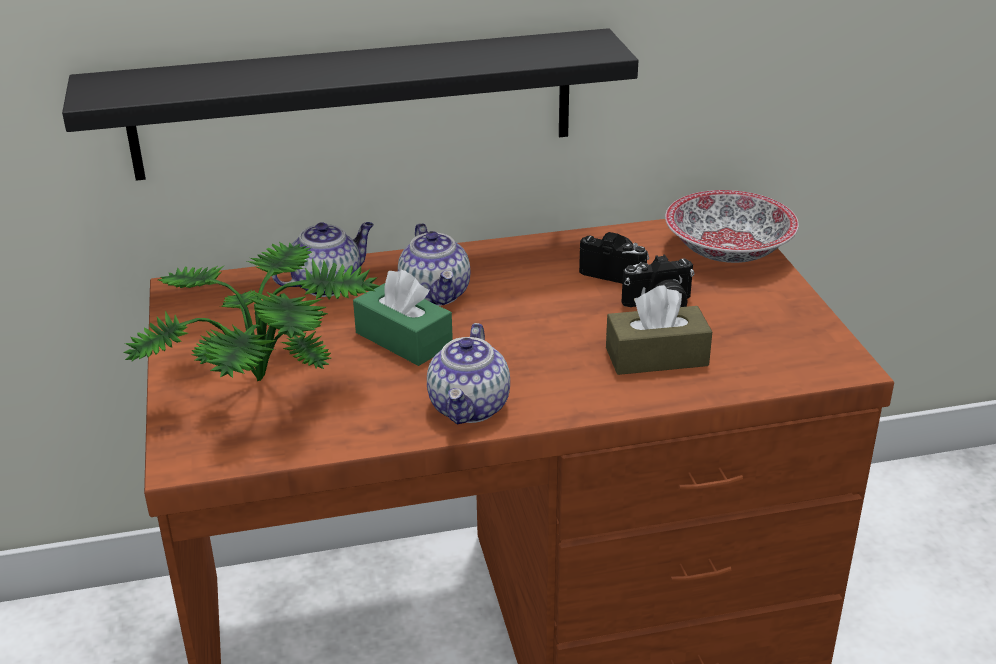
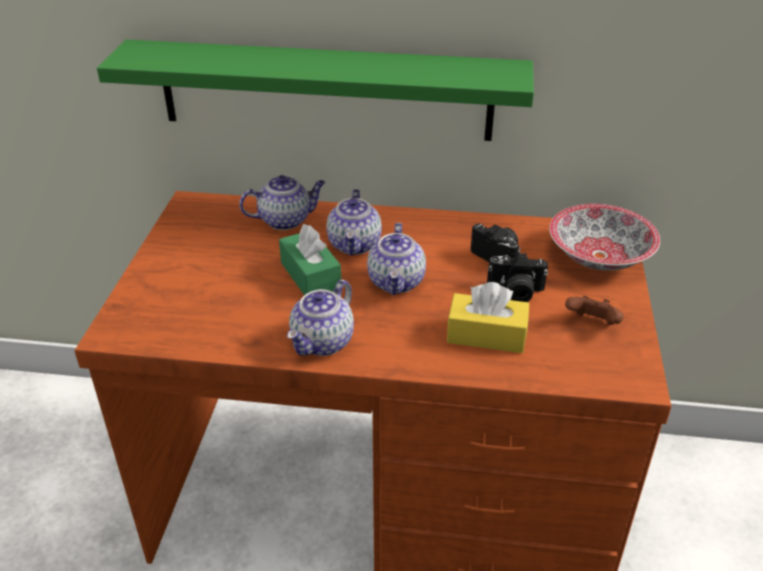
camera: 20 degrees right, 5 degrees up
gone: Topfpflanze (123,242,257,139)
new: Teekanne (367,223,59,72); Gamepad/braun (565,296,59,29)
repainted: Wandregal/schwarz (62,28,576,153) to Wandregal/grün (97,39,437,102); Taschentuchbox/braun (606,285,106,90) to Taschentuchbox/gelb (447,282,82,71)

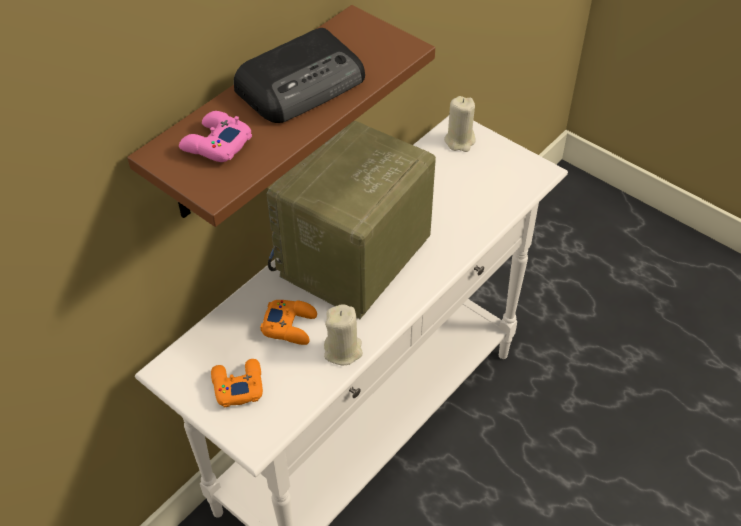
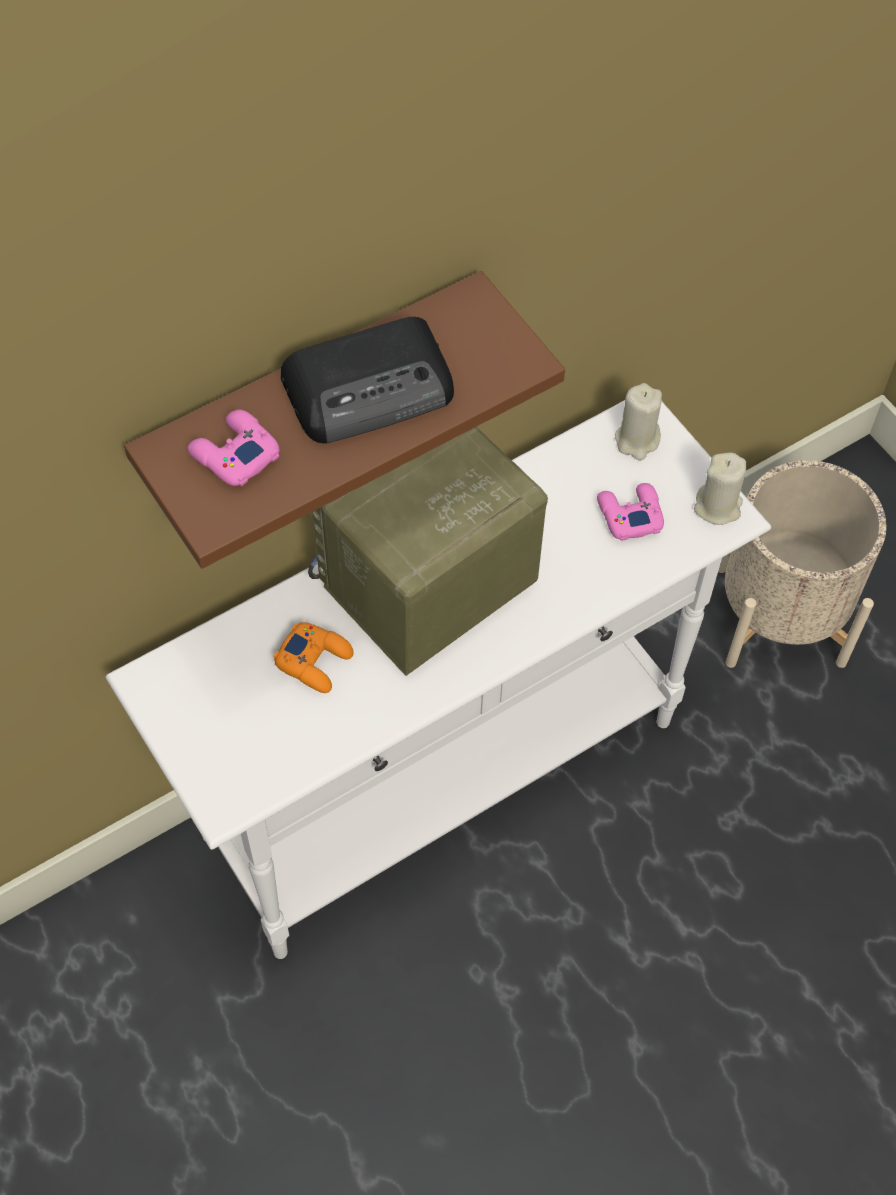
camera: 15 degrees right, 10 degrees up
gone: Gamepad/orange (211,359,52,48)
new: Gamepad/rosa (597,483,67,58); Pflanzkübel/beige (718,460,168,208)
shifted: Kerze/beige (324,304,39,61) to (694,453,52,72)

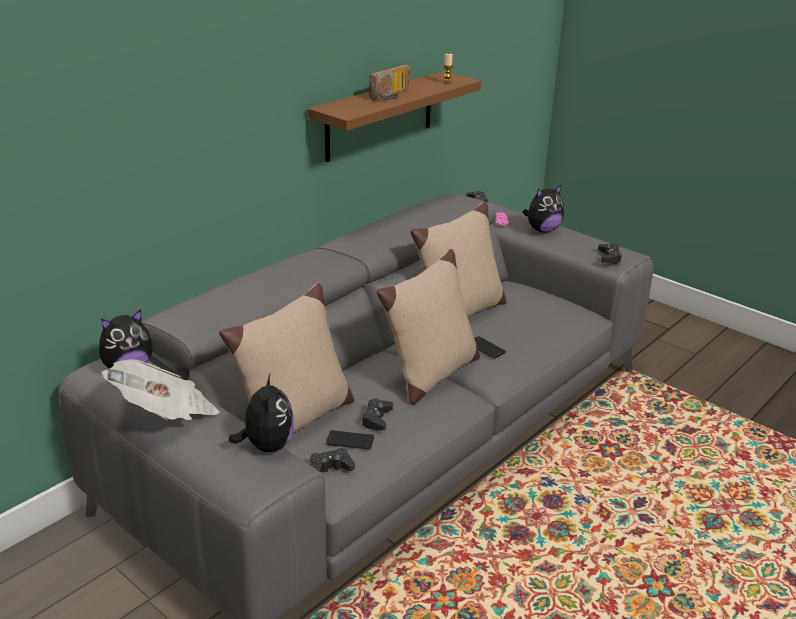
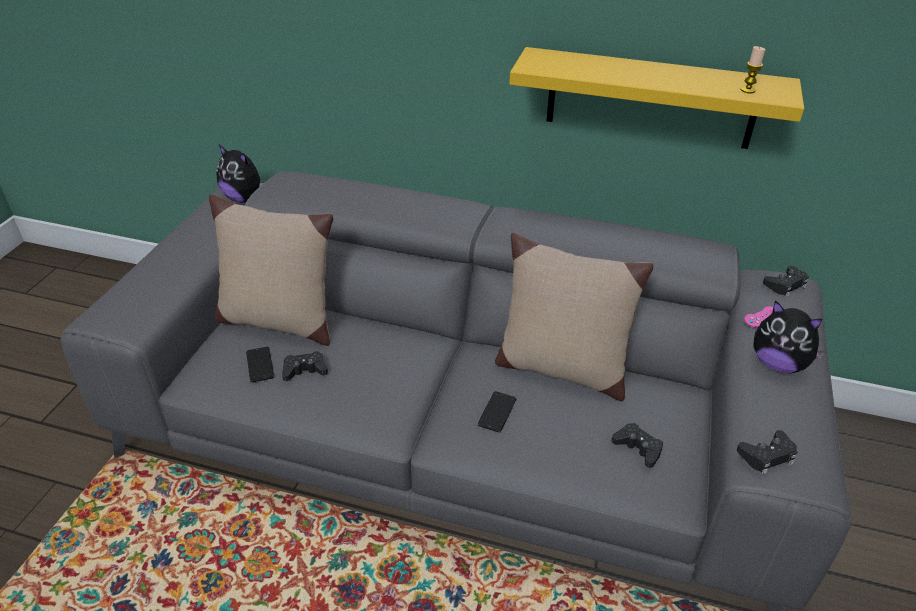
camera: 65 degrees right, 10 degrees up
gone: Zeitung (102,359,118,61); Plüschtier (229,372,66,80); Radio (369,64,41,36); Kissen/beige (376,249,104,156)
shifted: Gamepad/schwarz (310,448,45,25) to (611,423,52,45)
repainted: Wandregal/braun (308,71,173,91) to Wandregal/gelb (509,47,295,102)

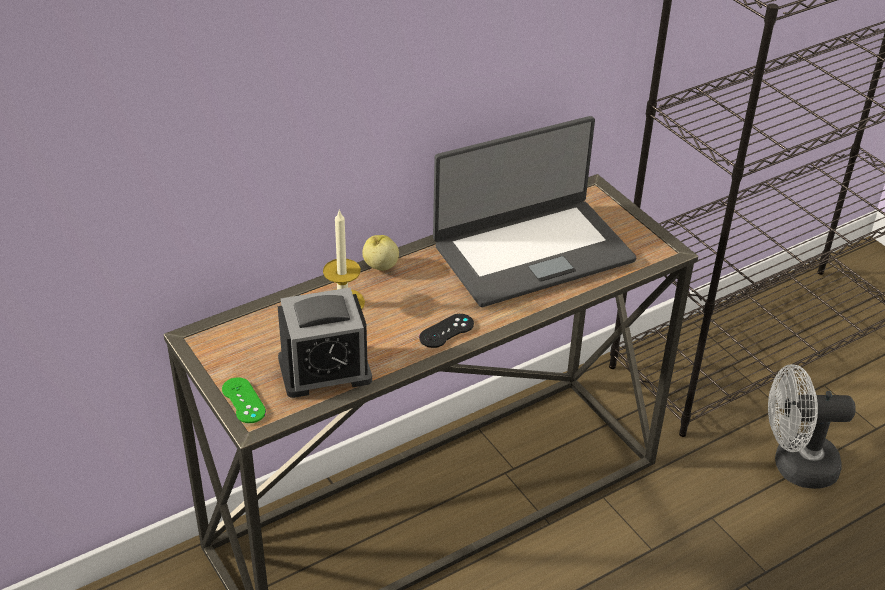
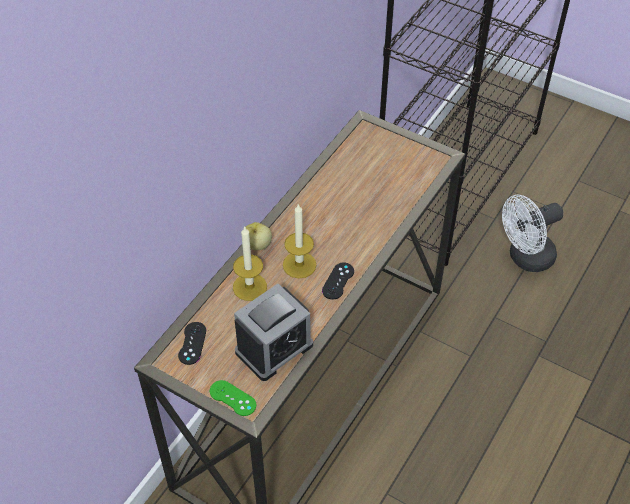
camera: 25 degrees left, 10 degrees up
gone: Laptop (433,116,203,191)
new: Gamepad/schwarz (178,322,28,43); Kerze (283,203,34,75)

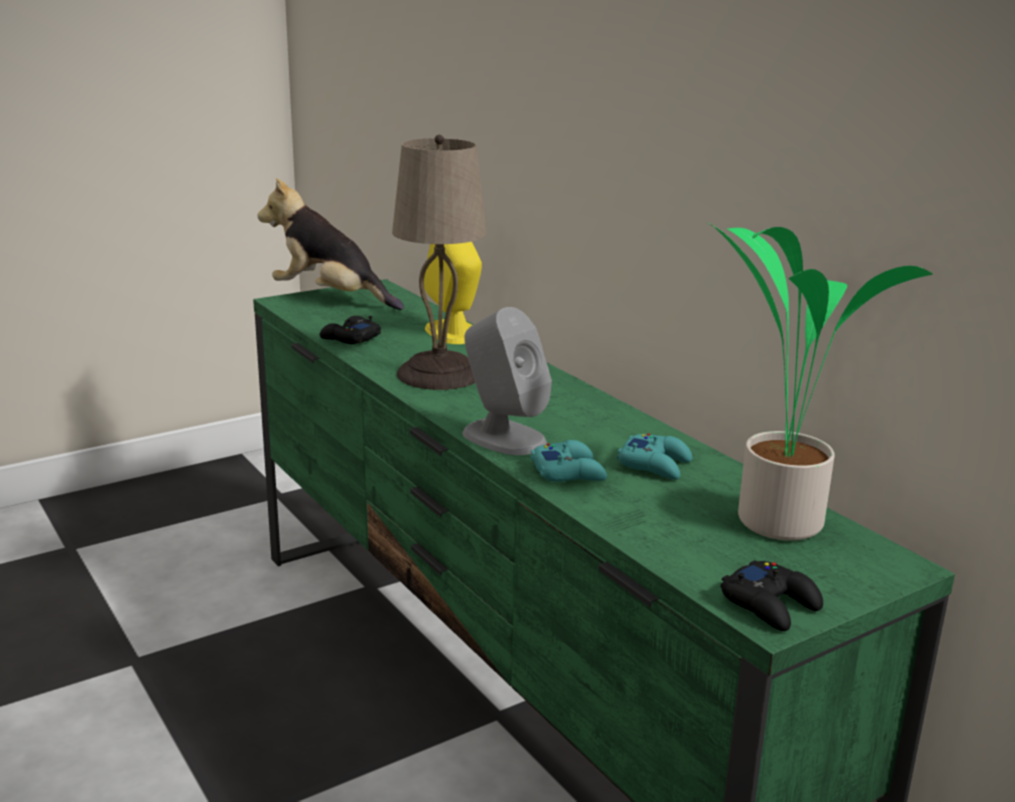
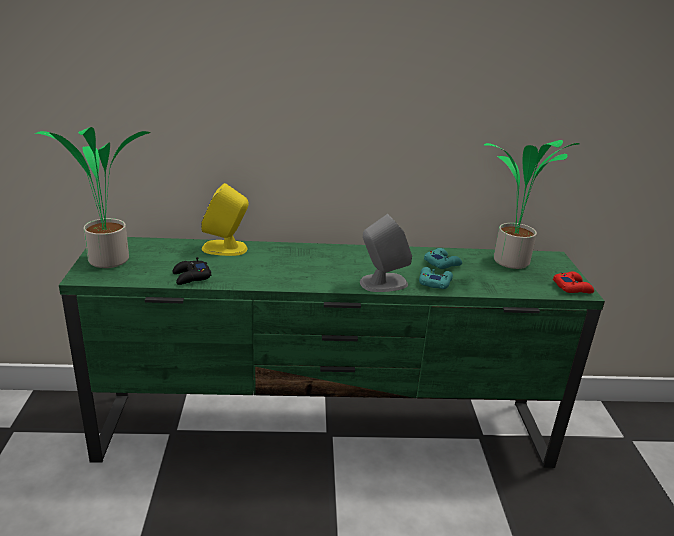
camera: 60 degrees left, 5 degrees up
gone: Tischlampe/beige (392,135,95,255)
swapped: Plüschtier (258,178,146,132) to Topfpflanze (35,127,116,141)
repainted: Gamepad/schwarz (721,560,102,71) to Gamepad/rot (553,272,41,21)

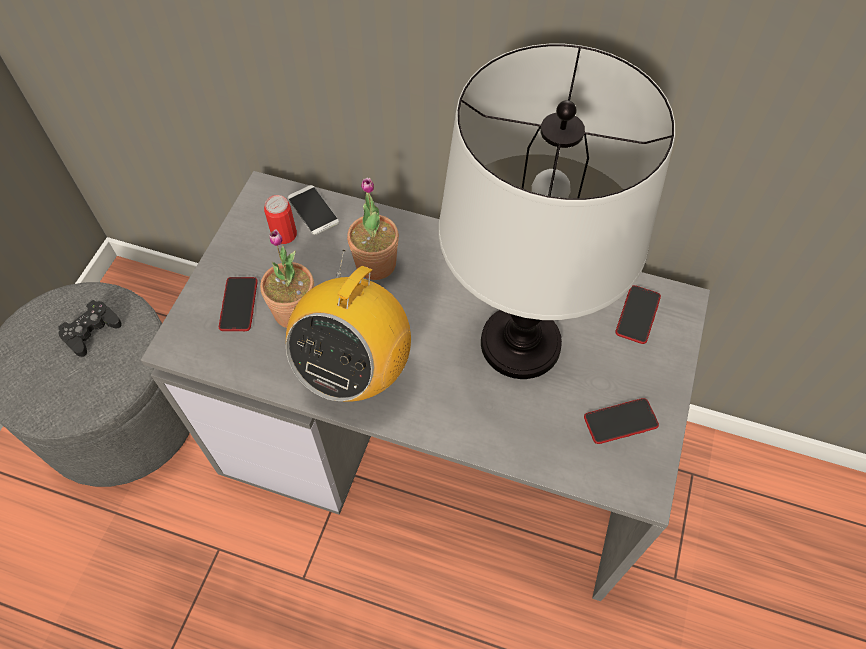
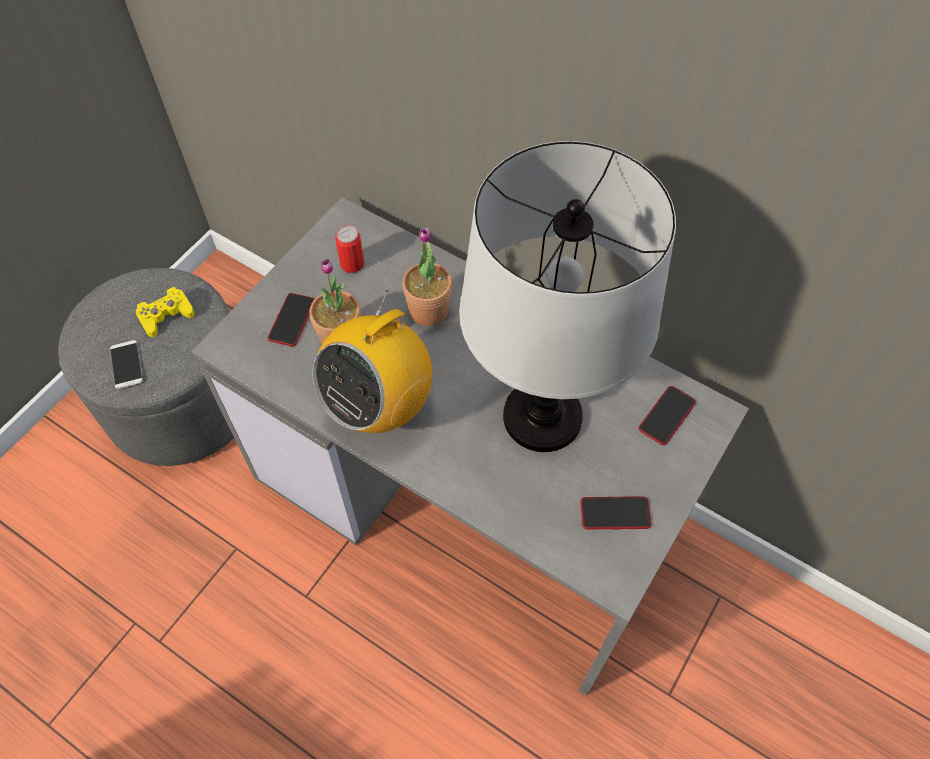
camera: 15 degrees right, 0 degrees up
shifted: Handy (288,185,51,50) to (110,340,33,49)
repainted: Gamepad/schwarz (58,300,64,57) to Gamepad/gelb (136,287,58,50)

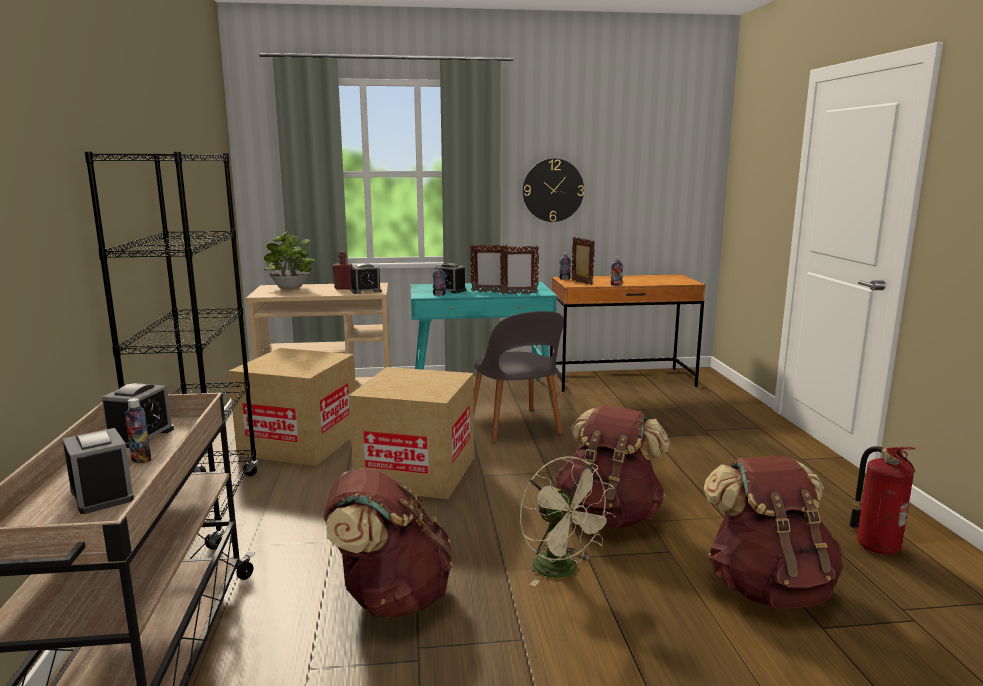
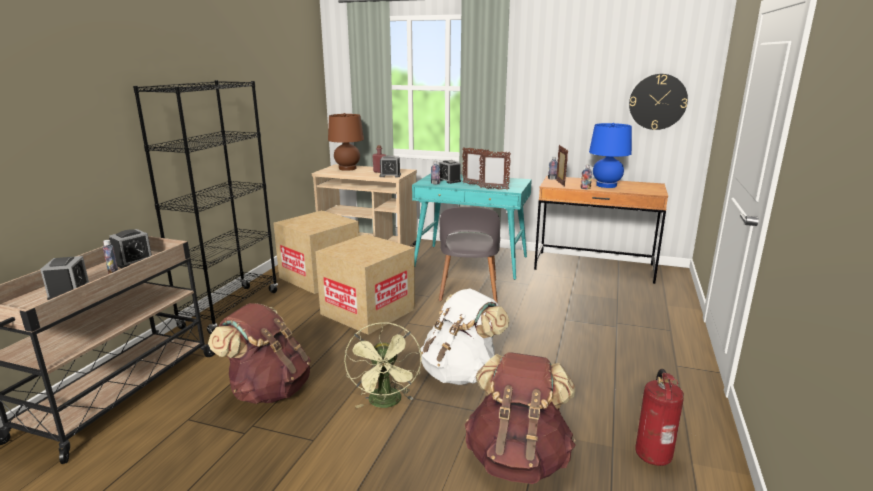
camera: 25 degrees right, 5 degrees up
new: Tischlampe/blau (589,123,43,65)
shifted: Wanduhr (523,159,61,63) to (629,74,59,56)
swapped: Topfpflanze (264,231,51,58) to Tischlampe/braun (328,113,36,58)
repainted: Ventilator/beige (520,456,95,130) to Ventilator/grün (344,322,78,86); Rucksack/braun (555,405,115,124) to Rucksack/weiß (420,289,90,96)

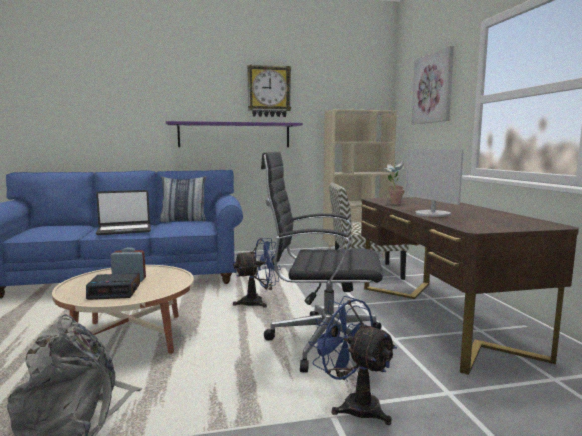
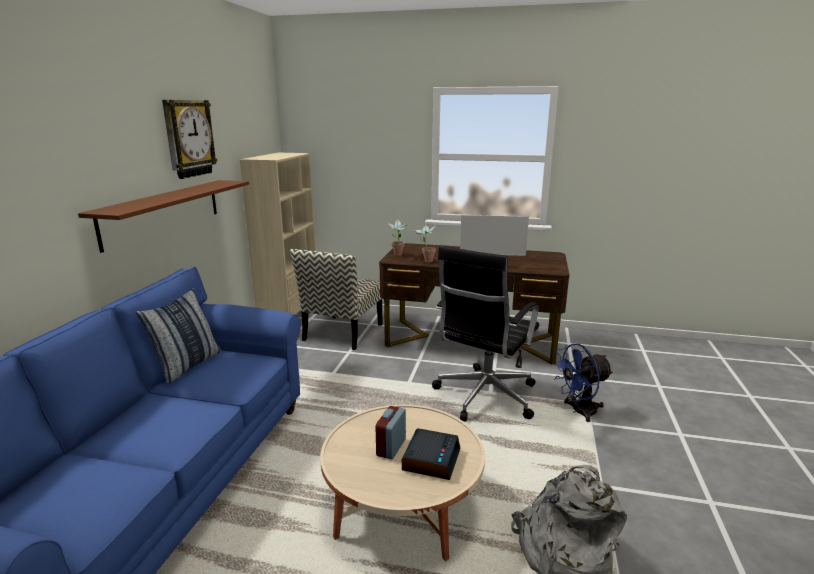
camera: 65 degrees left, 10 degrees up
gone: Laptop (96,190,55,45); Ventilator/blau (233,238,48,70); Bild (412,46,42,78)
repainted: Wandregal/lila (166,121,137,26) to Wandregal/braun (78,180,171,73)

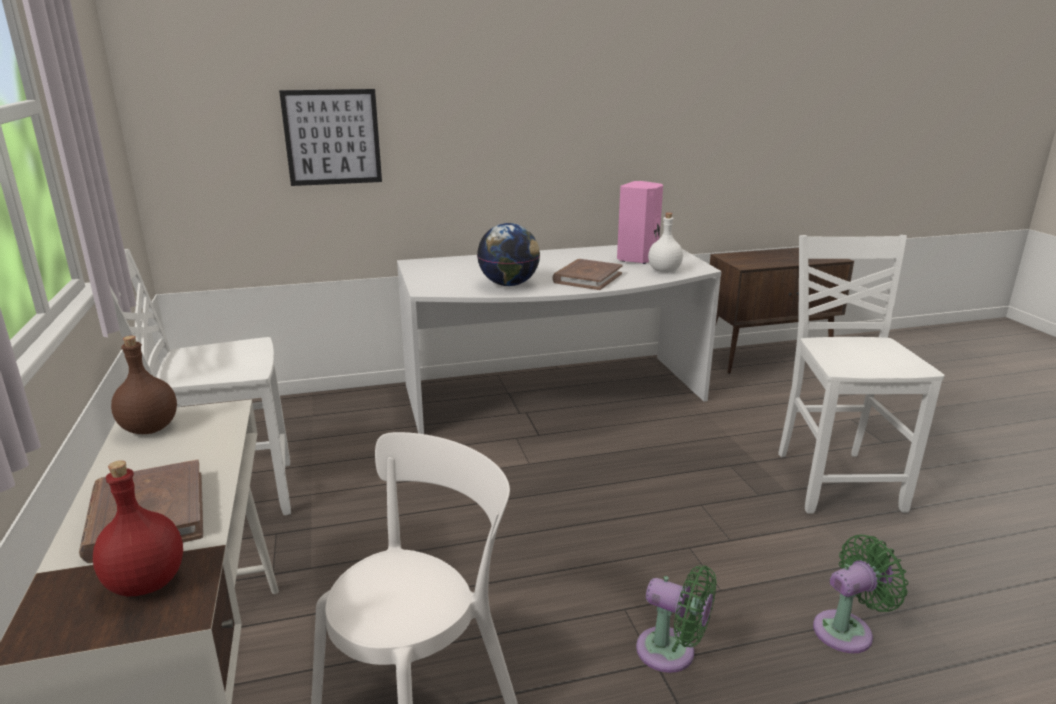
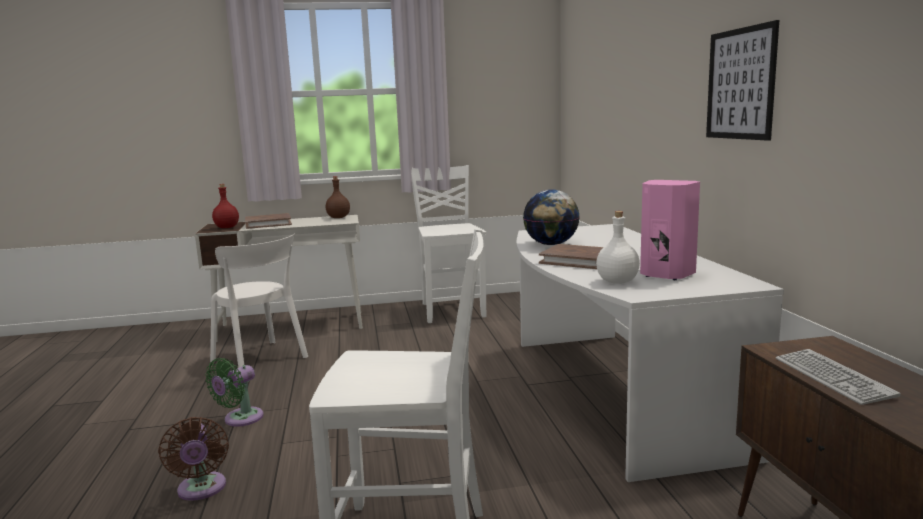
camera: 95 degrees right, 10 degrees down
new: Tastatur (776,349,125,56)
shifted: Bild (279,89,103,97) to (706,20,73,121)
repainted: Ventilator/grün (813,535,95,118) to Ventilator/braun (158,417,71,84)

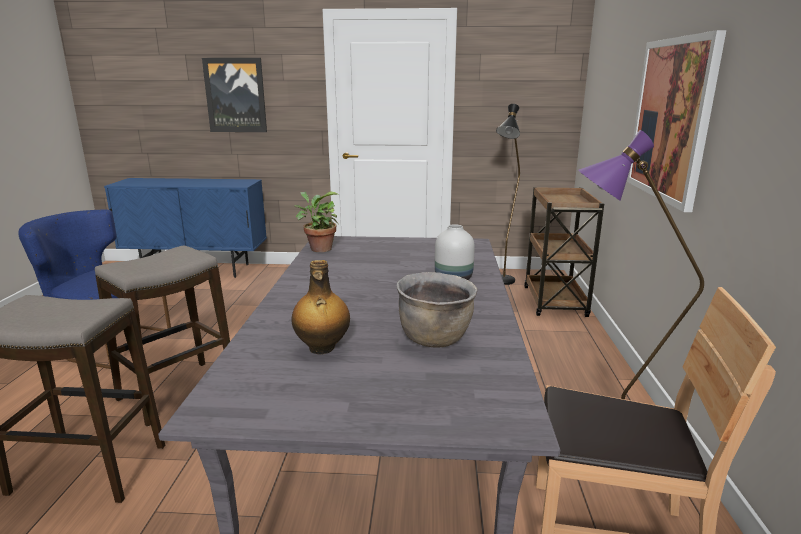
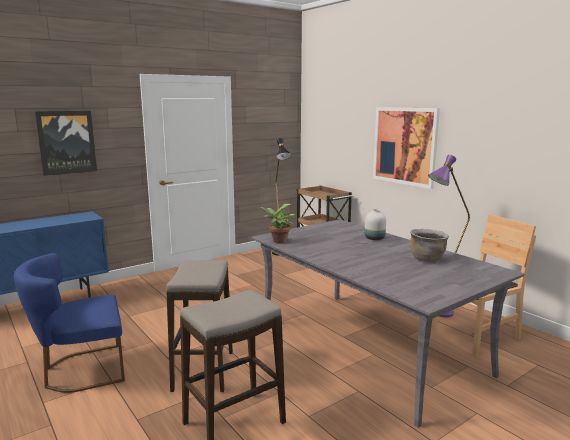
camera: 40 degrees left, 5 degrees down
gone: Flasche (291,260,59,95)

